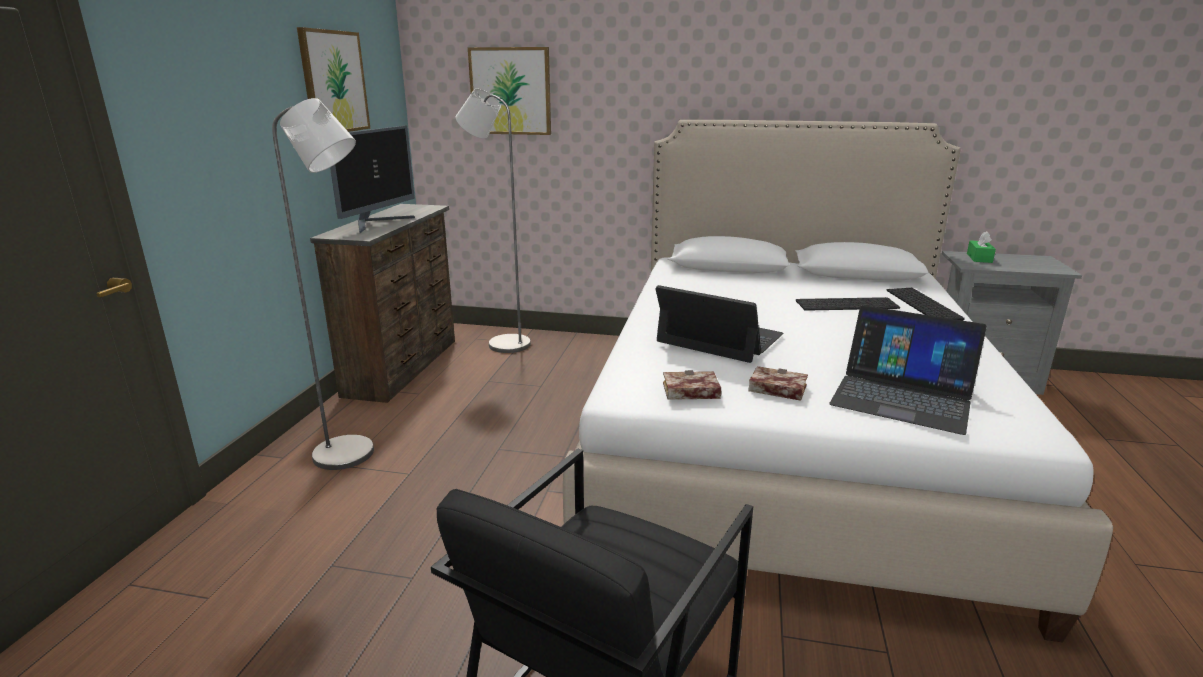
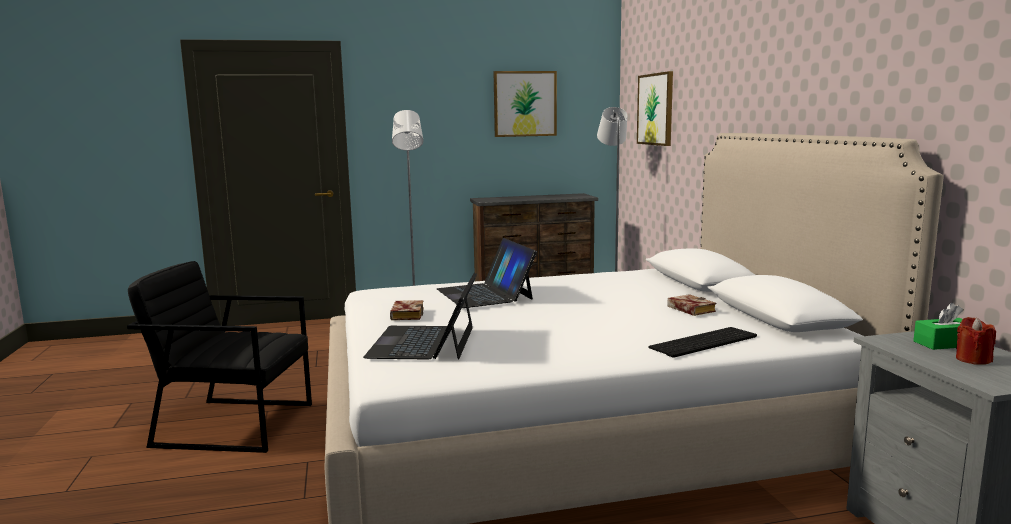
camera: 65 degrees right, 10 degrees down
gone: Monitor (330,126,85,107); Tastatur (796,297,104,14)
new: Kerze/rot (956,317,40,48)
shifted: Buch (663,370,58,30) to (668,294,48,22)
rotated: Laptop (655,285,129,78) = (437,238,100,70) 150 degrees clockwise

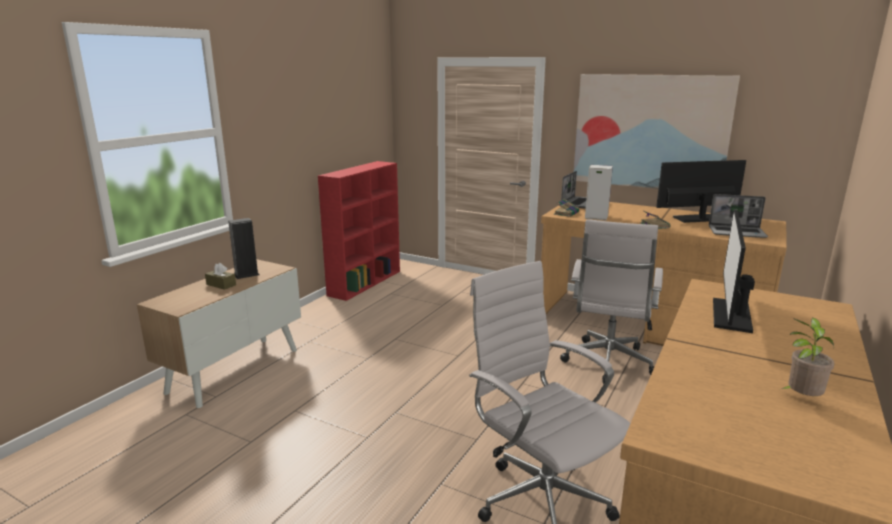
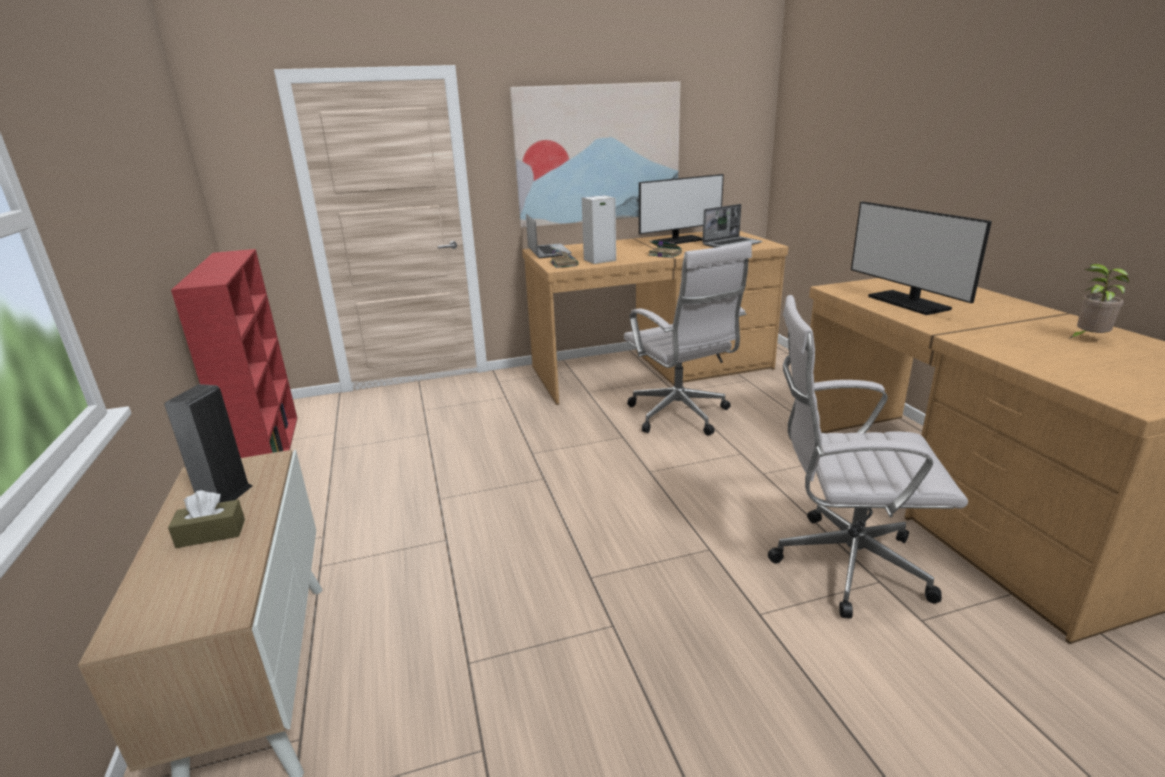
camera: 45 degrees left, 5 degrees up
rotated: Monitor (656,160,90,63) = (639,174,85,70) 150 degrees counterclockwise

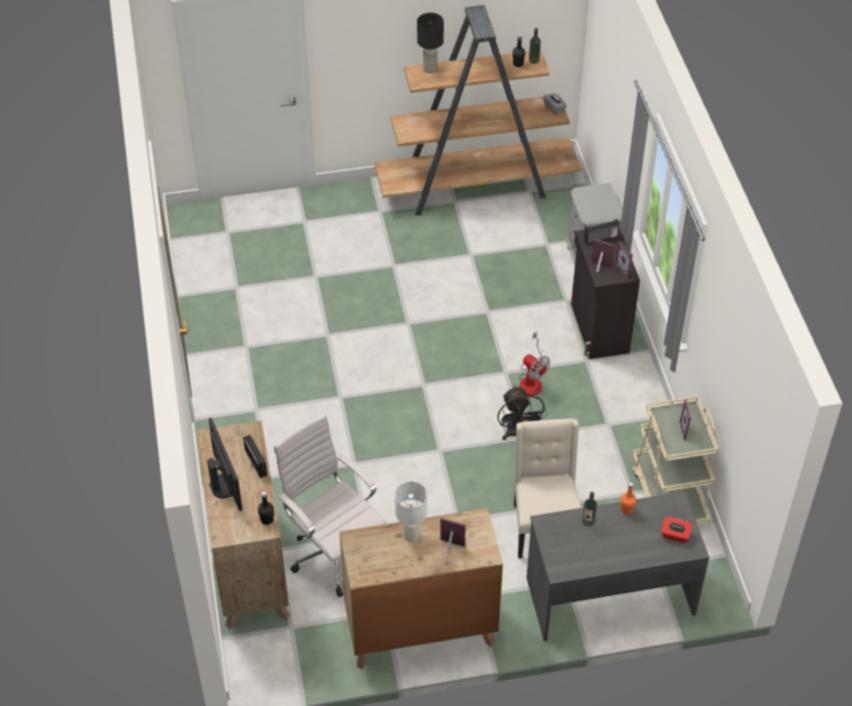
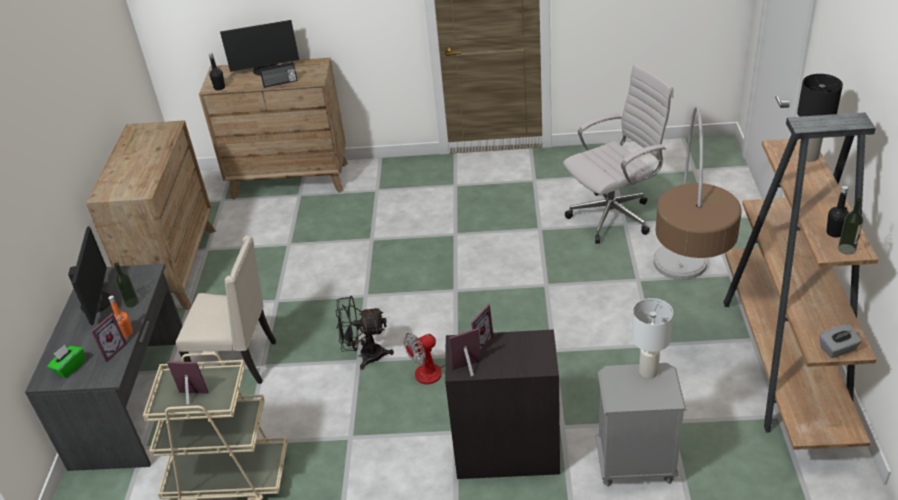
camera: 105 degrees right, 10 degrees down
gone: Radio (584,219,36,26)
new: Monitor (68,226,43,100); Stehlampe (654,106,88,174)
shifted: Bürostuhl/weiß (274,414,112,183) to (563,64,110,180); Tischlampe/weiß (395,481,32,61) to (632,298,41,81); Bilderrahmen (440,518,25,36) to (91,313,36,49)
repainted: Taschentuchbox/rot (661,517,31,26) to Taschentuchbox/grün (47,344,38,34)

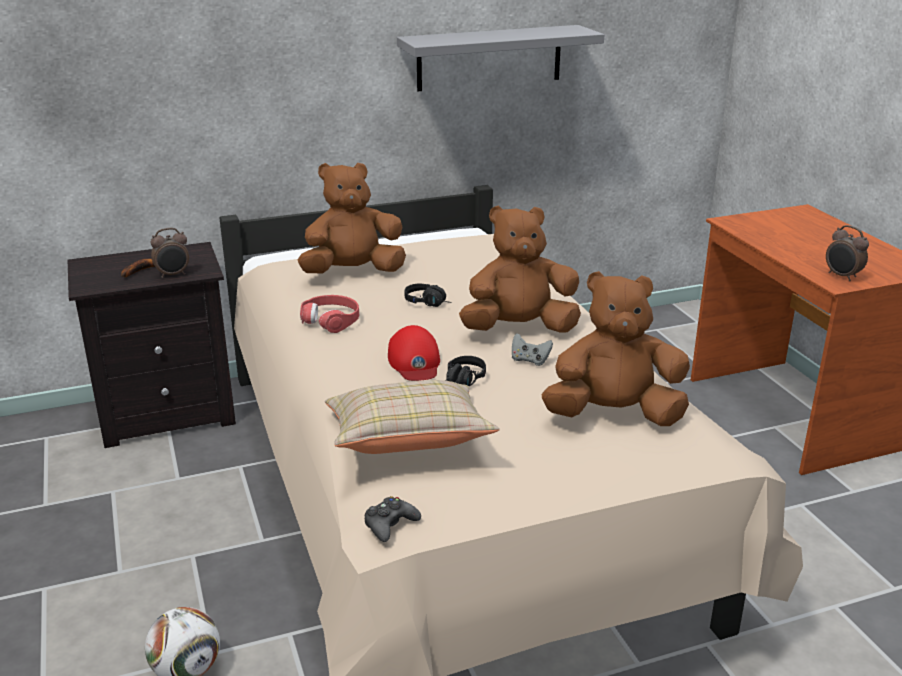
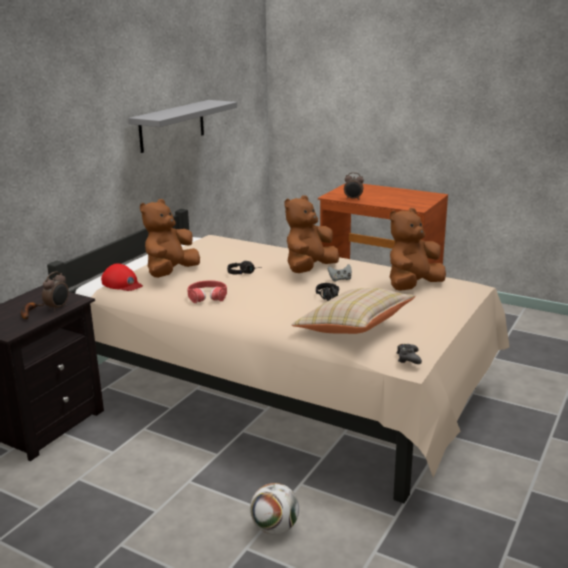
camera: 40 degrees left, 5 degrees down
shifted: Kappe/rot (388,325,52,56) to (101,263,42,28); Wecker (826,225,43,56) to (344,172,20,28)

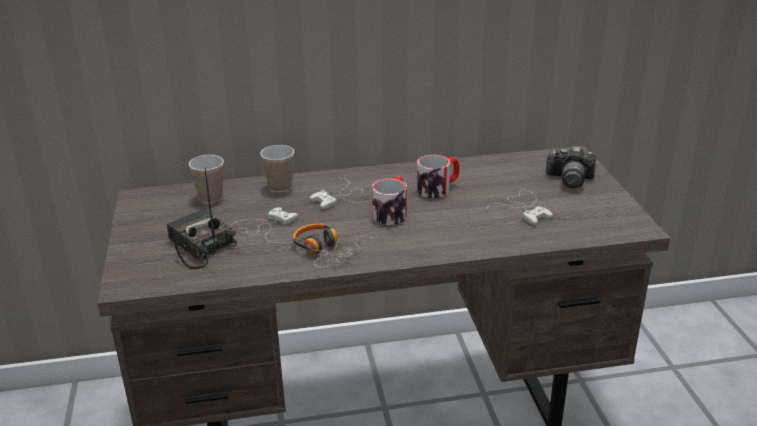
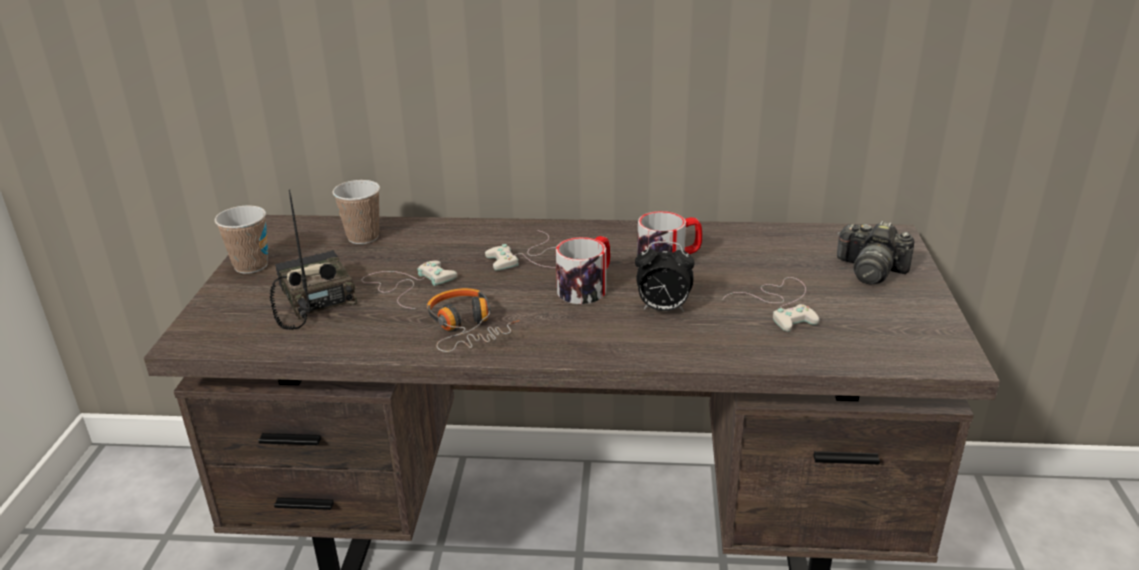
camera: 15 degrees right, 0 degrees up
new: Wecker (635,241,60,71)
shifted: Tasse (260,145,34,47) to (215,206,53,68)

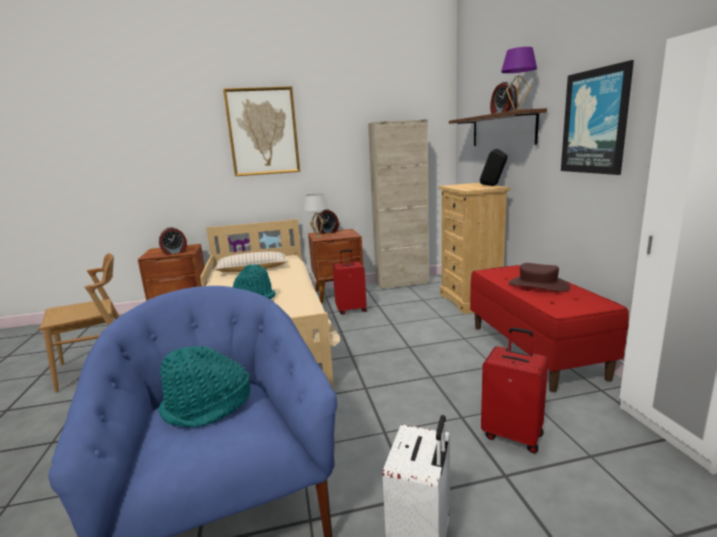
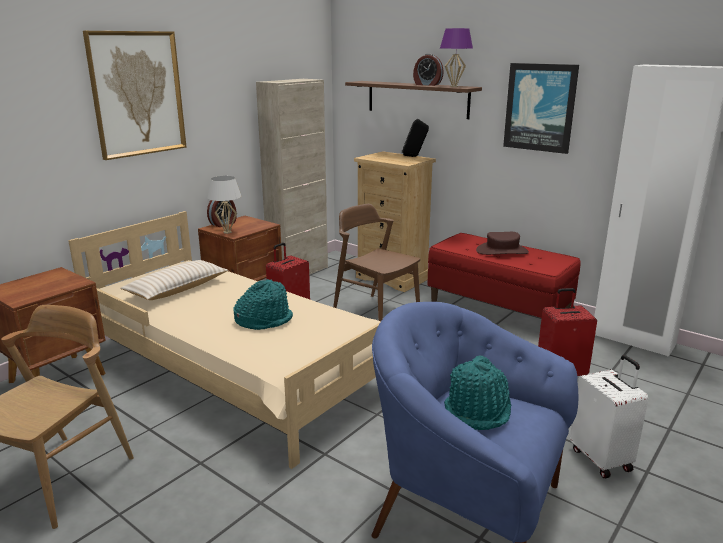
camera: 40 degrees left, 5 degrees up
gone: Wecker (159,227,28,28)
new: Stuhl/braun (333,204,87,117)

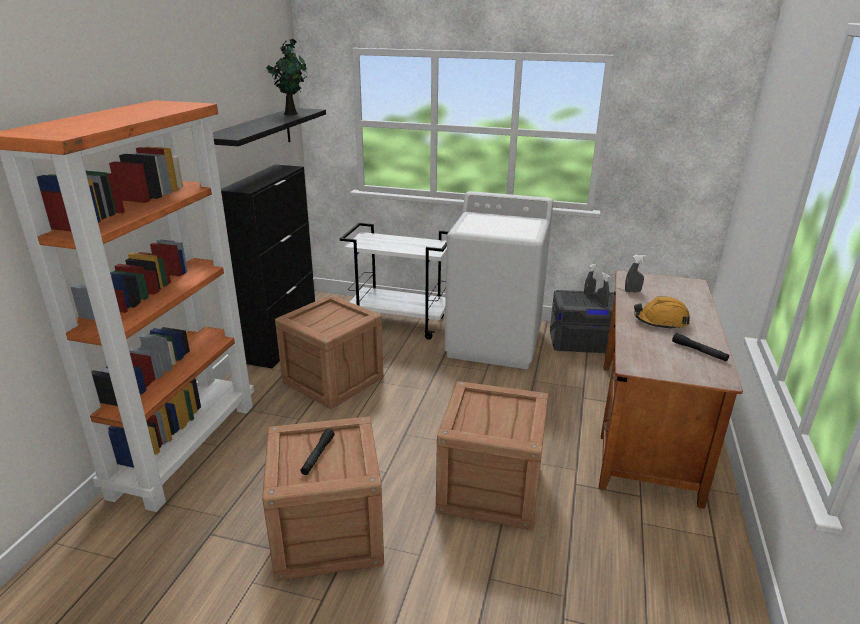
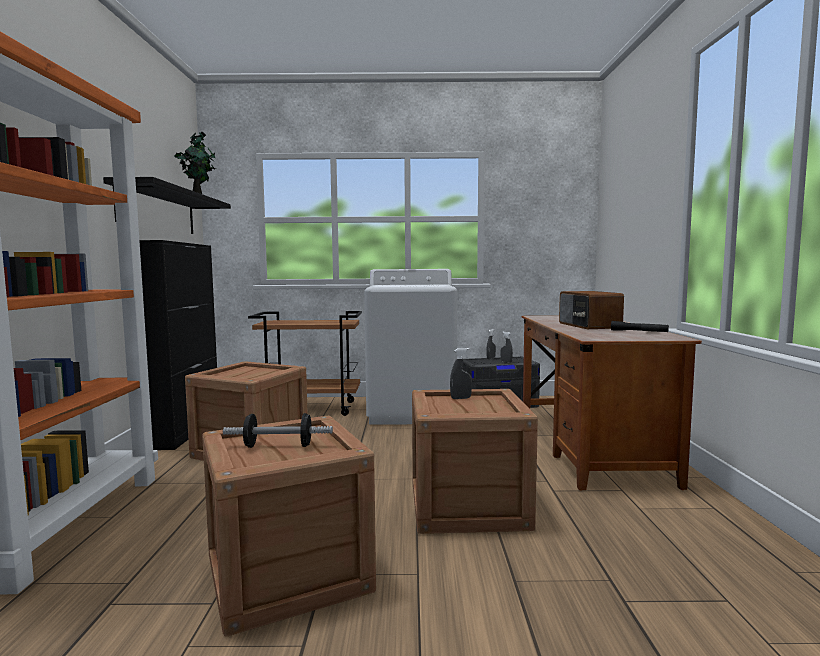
camera: 15 degrees left, 20 degrees down
shifted: Sprühflasche/grau (625,255,21,37) to (450,348,22,51)
swapped: Taschenlampe/schwarz (300,428,35,47) to Hantel (223,413,110,35); Schutzhelm/orange (634,297,56,33) to Radio (559,291,65,38)
repainted: Rollwagen/weiß (340,223,109,117) to Rollwagen/braun (248,311,114,105)

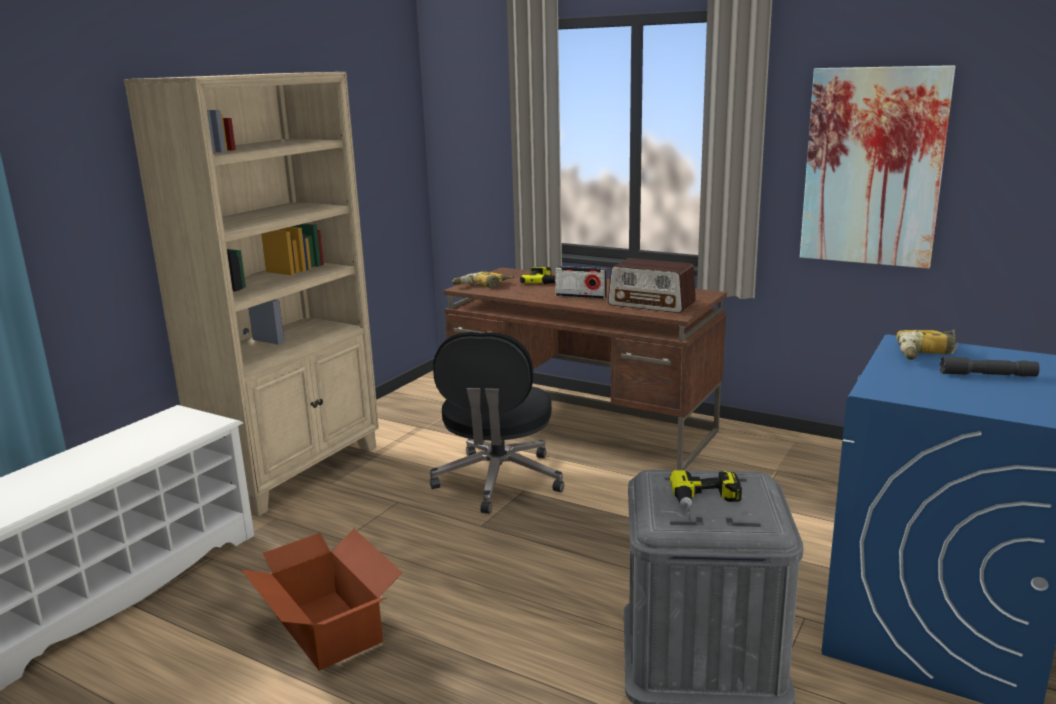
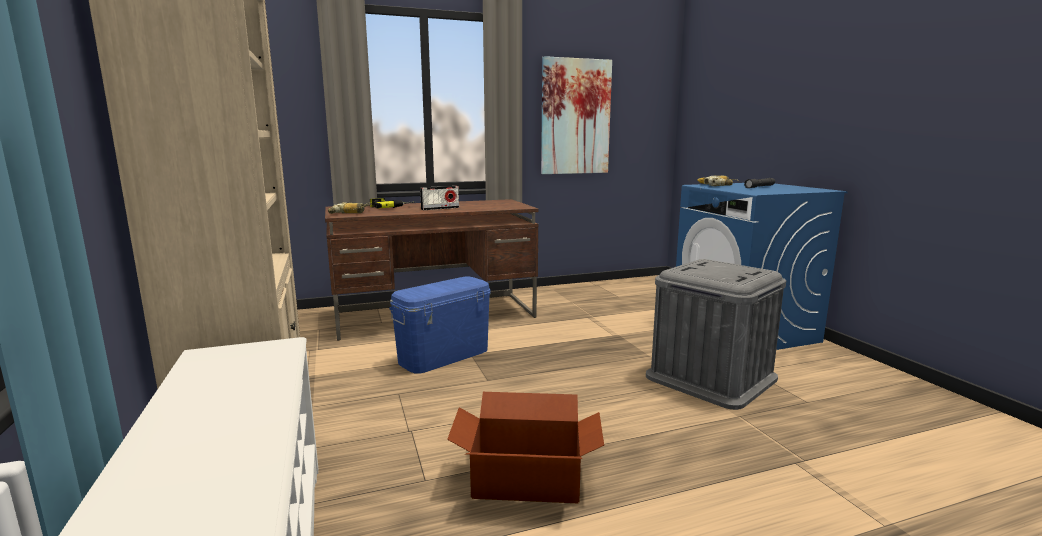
camera: 50 degrees left, 5 degrees down
gone: Radio (608,258,88,55); Bohrmaschine (670,470,72,50)
swapped: Bürostuhl/schwarz (430,332,134,182) to Aufbewahrungsbox/blau (389,276,102,98)

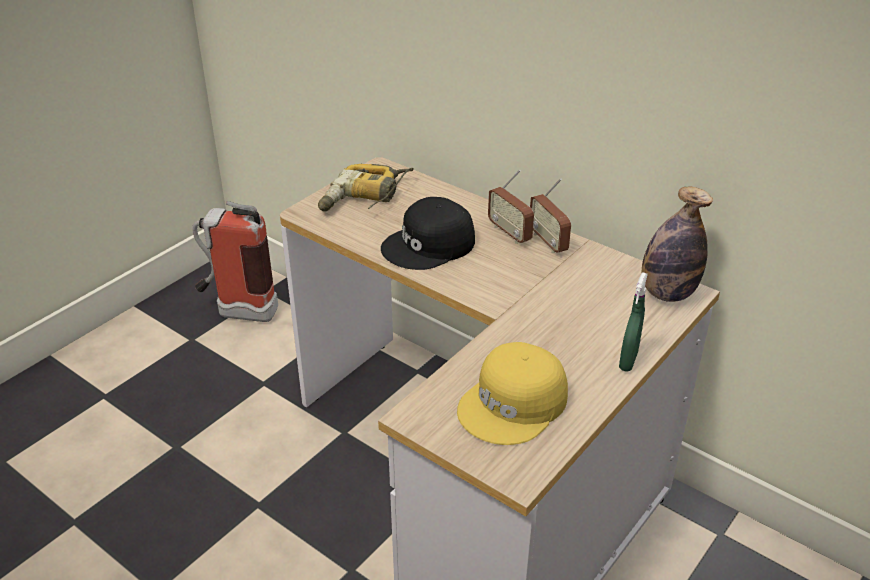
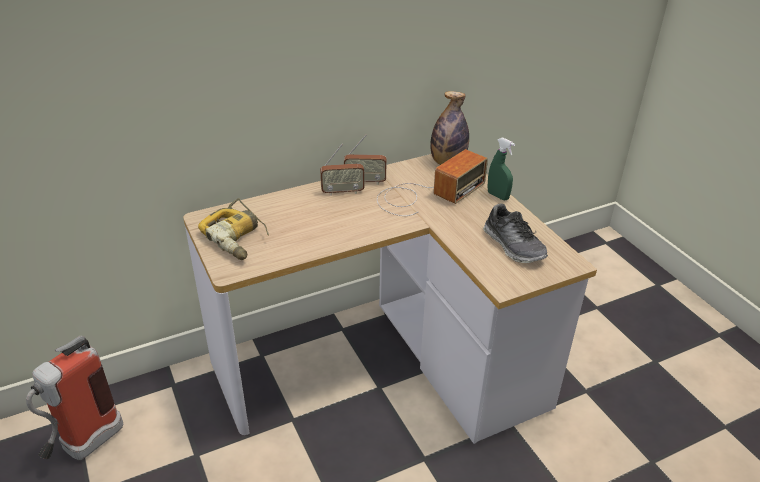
camera: 65 degrees left, 0 degrees up
gone: Kappe/schwarz (381,197,94,73)
new: Radio (377,149,111,67)
swapped: Kappe/gelb (457,342,111,103) to Schuh (483,204,65,59)

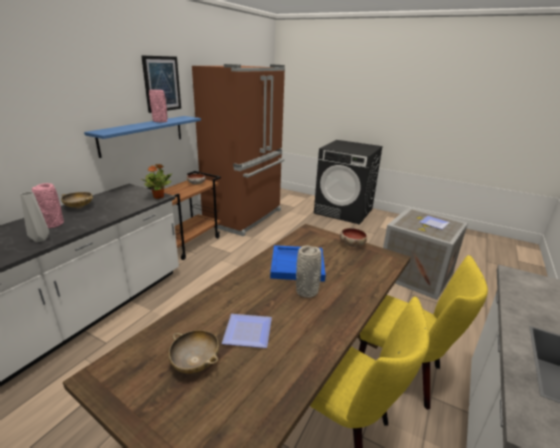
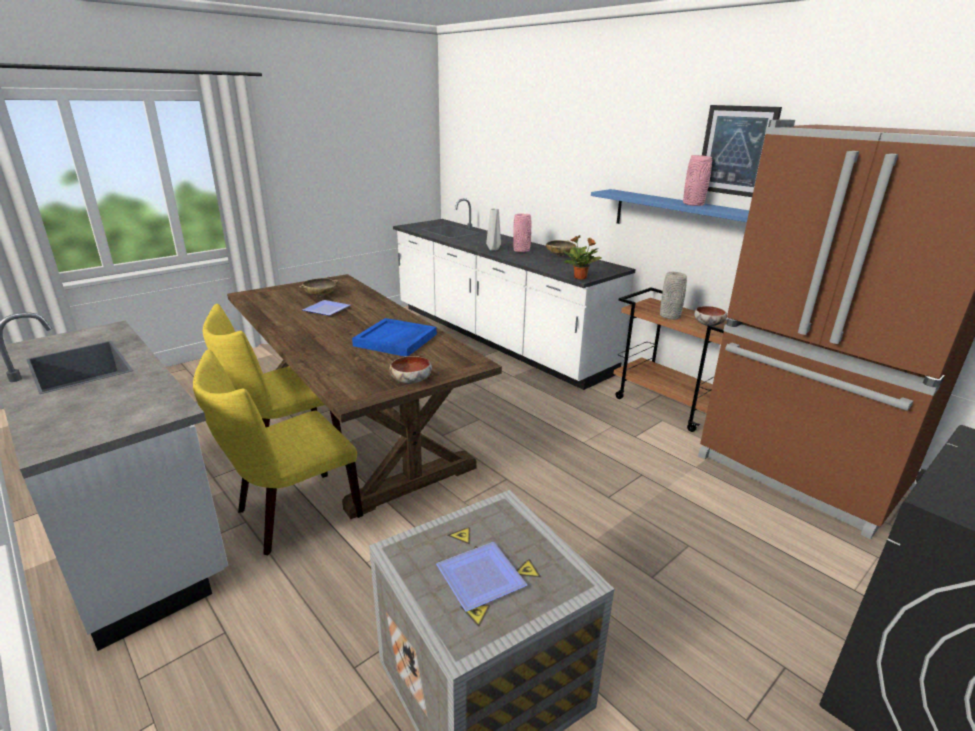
camera: 110 degrees right, 0 degrees up
shifted: Vase/grau (296,245,26,53) to (660,272,27,48)

